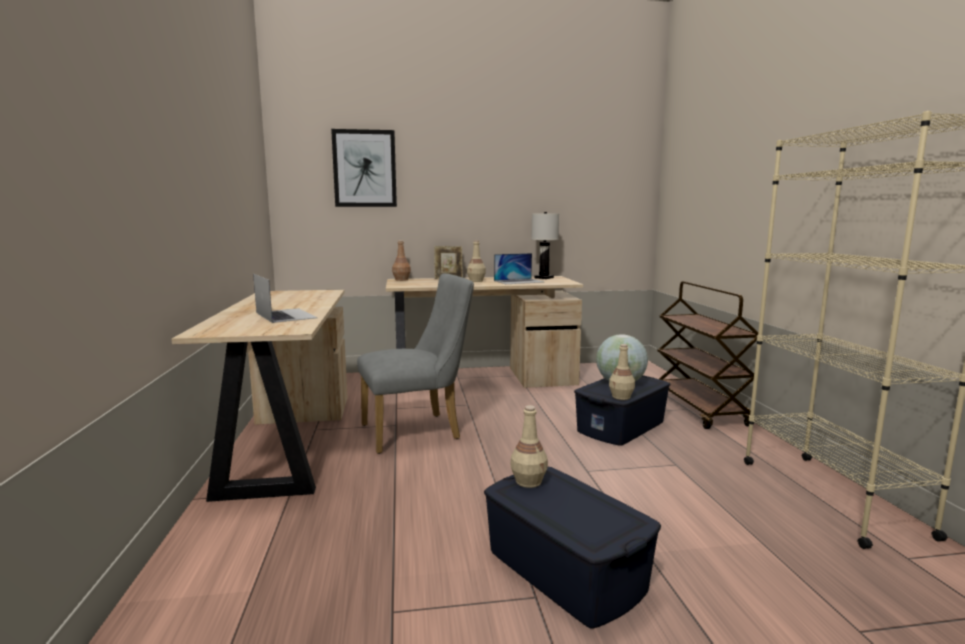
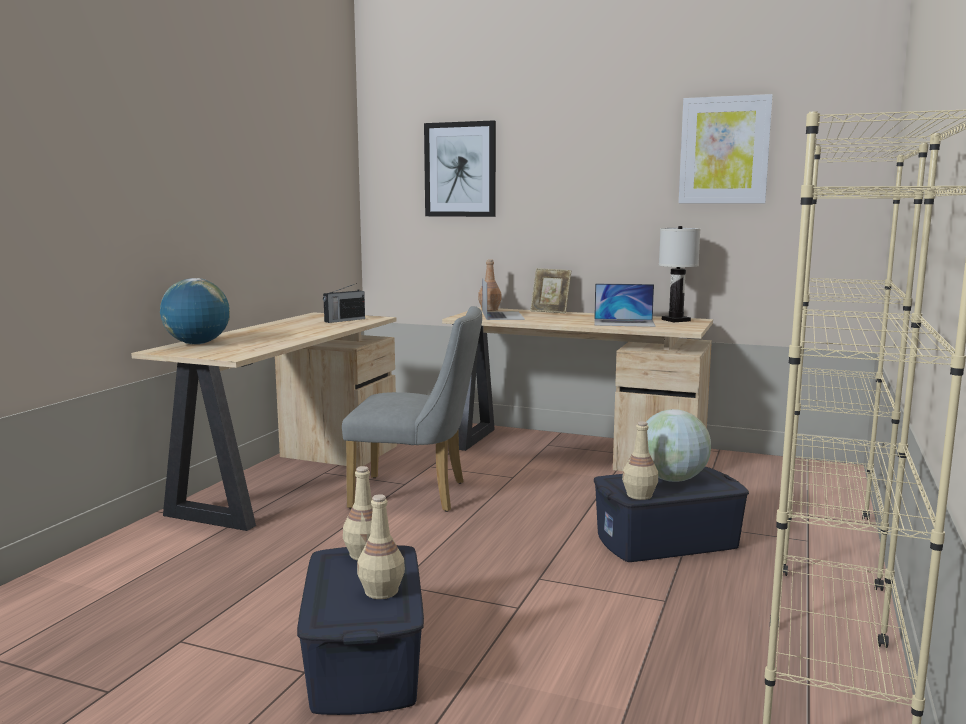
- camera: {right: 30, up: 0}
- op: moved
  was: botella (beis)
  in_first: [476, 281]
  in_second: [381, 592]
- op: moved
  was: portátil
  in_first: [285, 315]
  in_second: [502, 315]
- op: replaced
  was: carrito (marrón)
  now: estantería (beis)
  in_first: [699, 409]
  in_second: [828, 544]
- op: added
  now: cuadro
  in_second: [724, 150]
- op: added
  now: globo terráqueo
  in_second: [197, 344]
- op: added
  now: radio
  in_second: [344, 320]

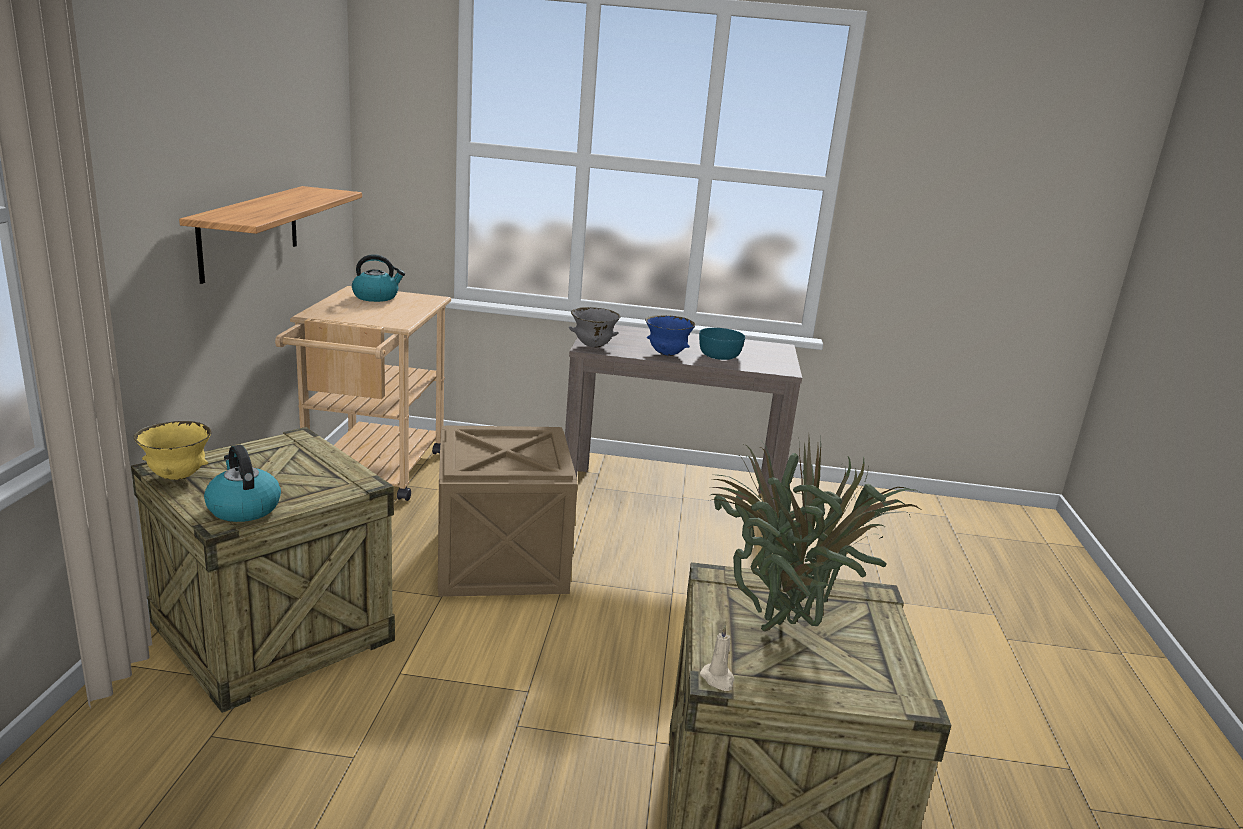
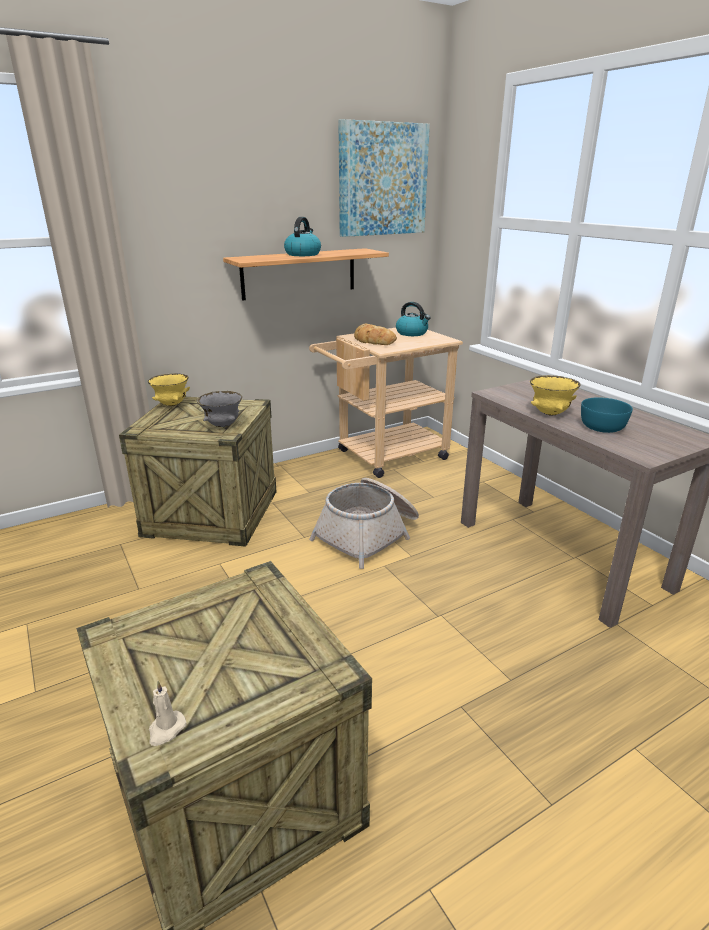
- camera: {right: 55, up: 5}
- op: moved
  was: cuenco (gris)
  in_first: [592, 346]
  in_second: [222, 425]
- op: recoloured
  was: cuenco (azul)
  now: cuenco (amarillo)
  in_first: [667, 354]
  in_second: [550, 413]
- op: replaced
  was: caja de embalaje
  now: cesta
  in_first: [501, 560]
  in_second: [369, 534]
- op: removed
  was: planta en maceta
  in_first: [790, 630]
- op: moved
  was: hervidor
  in_first: [243, 508]
  in_second: [303, 254]
- op: moved
  was: vela (beis)
  in_first: [718, 679]
  in_second: [166, 730]
- op: added
  now: cuadro
  in_second: [382, 180]
- op: added
  now: pan
  in_second: [373, 340]

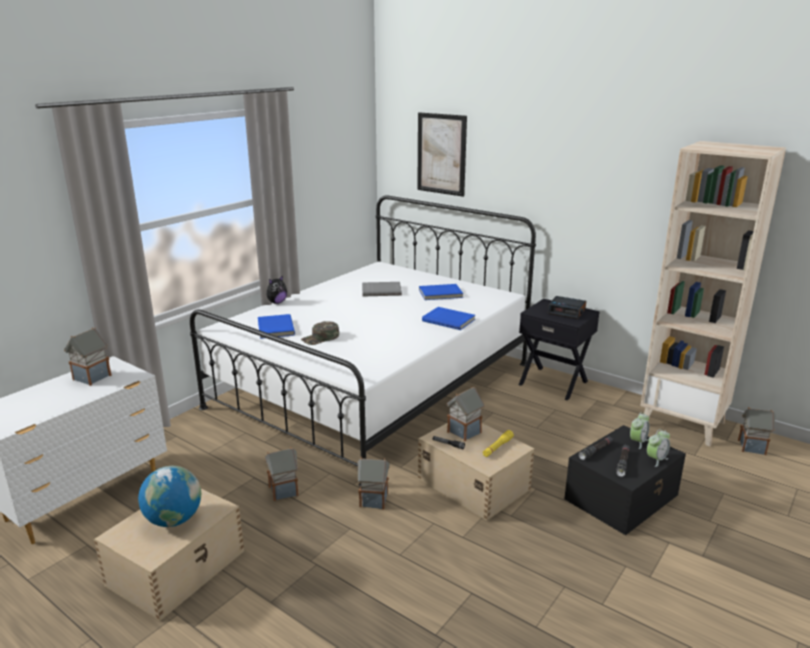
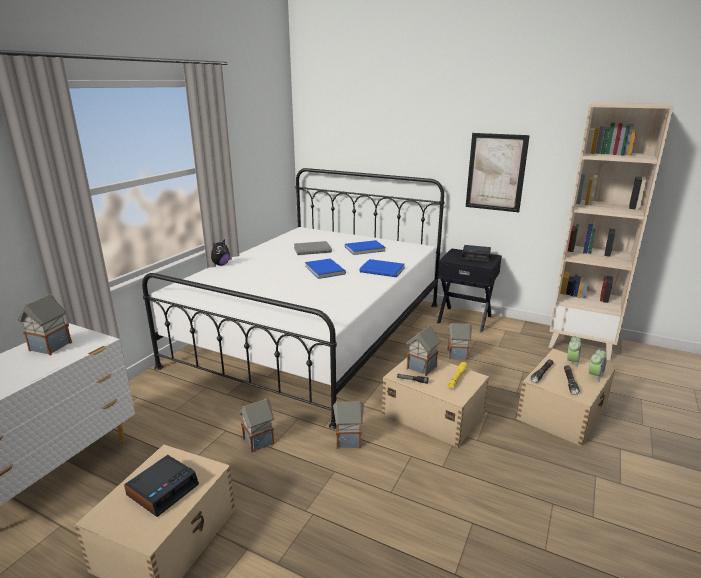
- camera: {right: -10, up: 0}
- op: moved
  was: cuadro
  in_first: [441, 154]
  in_second: [496, 172]
- op: moved
  was: libro (azul)
  in_first: [275, 328]
  in_second: [324, 270]
- op: removed
  was: gorra (verde)
  in_first: [320, 338]
- op: moved
  was: casita
  in_first: [752, 447]
  in_second: [457, 355]
- op: recoloured
  was: caja de almacenaje (negro)
  now: caja de almacenaje (beis)
  in_first: [622, 496]
  in_second: [563, 411]
- op: replaced
  was: globo terráqueo
  now: despertador
  in_first: [174, 520]
  in_second: [163, 489]

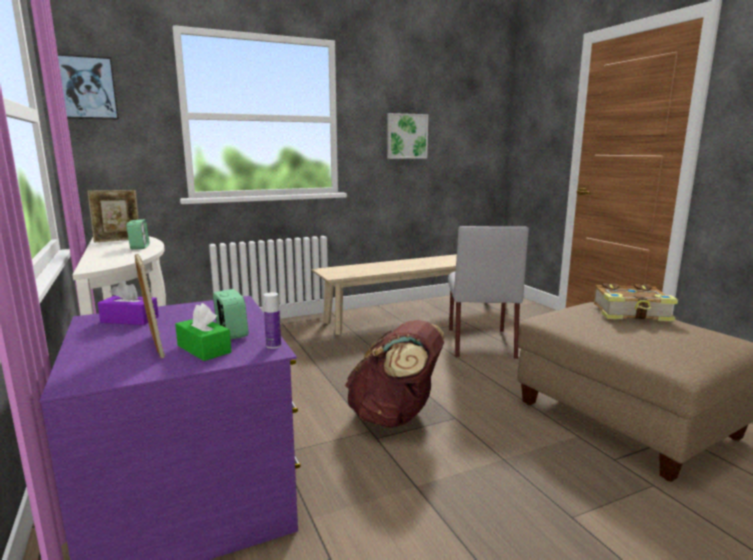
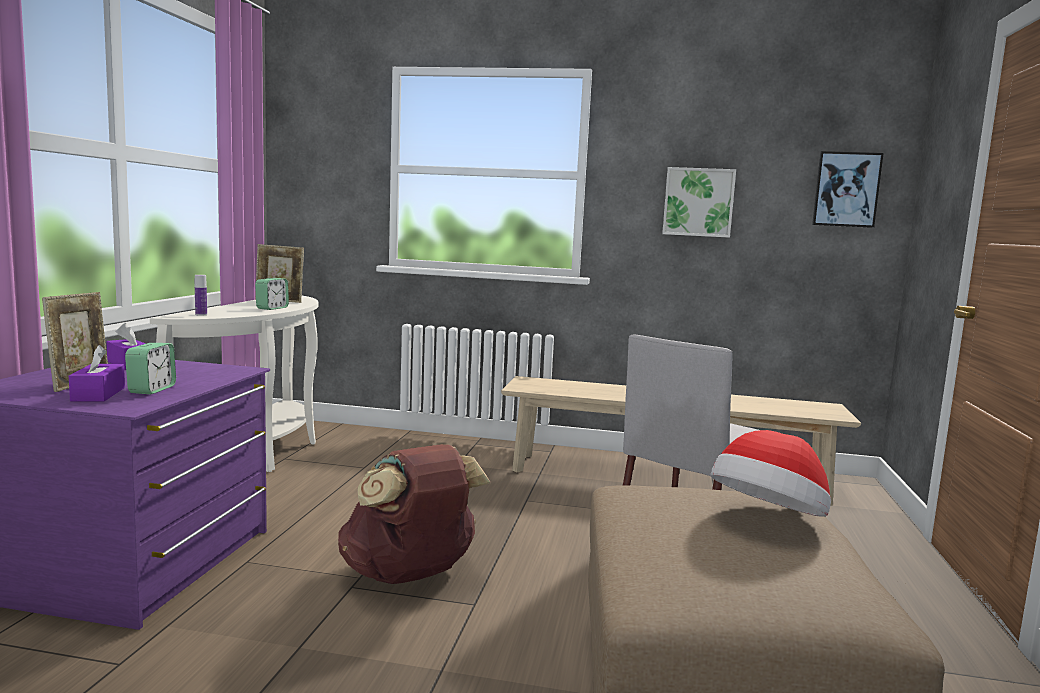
- camera: {right: 35, up: -5}
- op: moved
  was: cuadro
  in_first: [88, 88]
  in_second: [846, 189]
- op: replaced
  was: libro
  now: sombrero
  in_first: [632, 313]
  in_second: [768, 520]
- op: moved
  was: botella
  in_first: [273, 345]
  in_second: [201, 314]
- op: recoloured
  was: caja de pañuelos (verde)
  now: caja de pañuelos (morado)
  in_first: [204, 349]
  in_second: [98, 394]

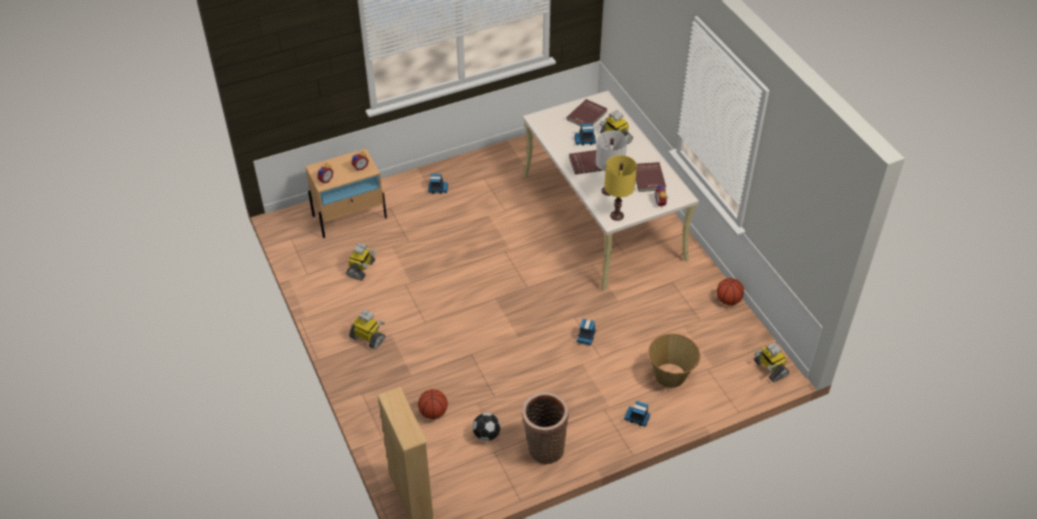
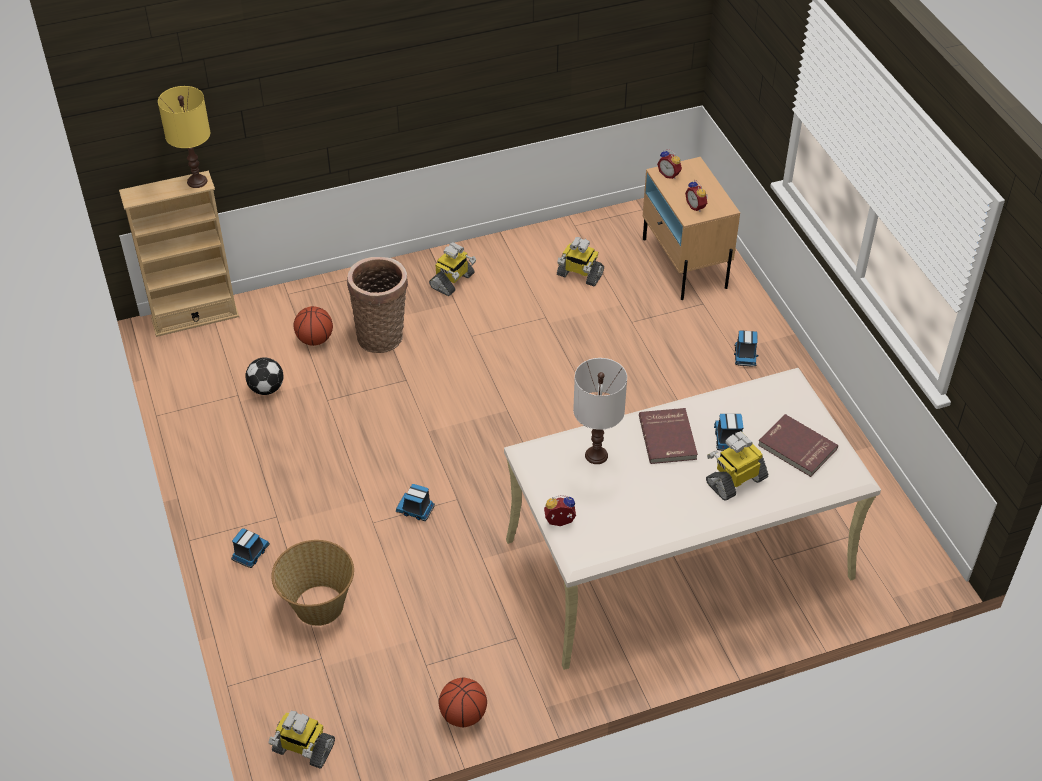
- camera: {right: 95, up: 0}
- op: moved
  was: lámpara de mesa (amarillo)
  in_first: [616, 215]
  in_second: [197, 181]
- op: removed
  was: libro (rojo)
  in_first: [649, 178]
- op: turned
  was: robot de juguete
  in_first: [769, 368]
  in_second: [303, 748]
  clockwise: -135
- op: moved
  was: cesta
  in_first: [544, 448]
  in_second: [382, 335]

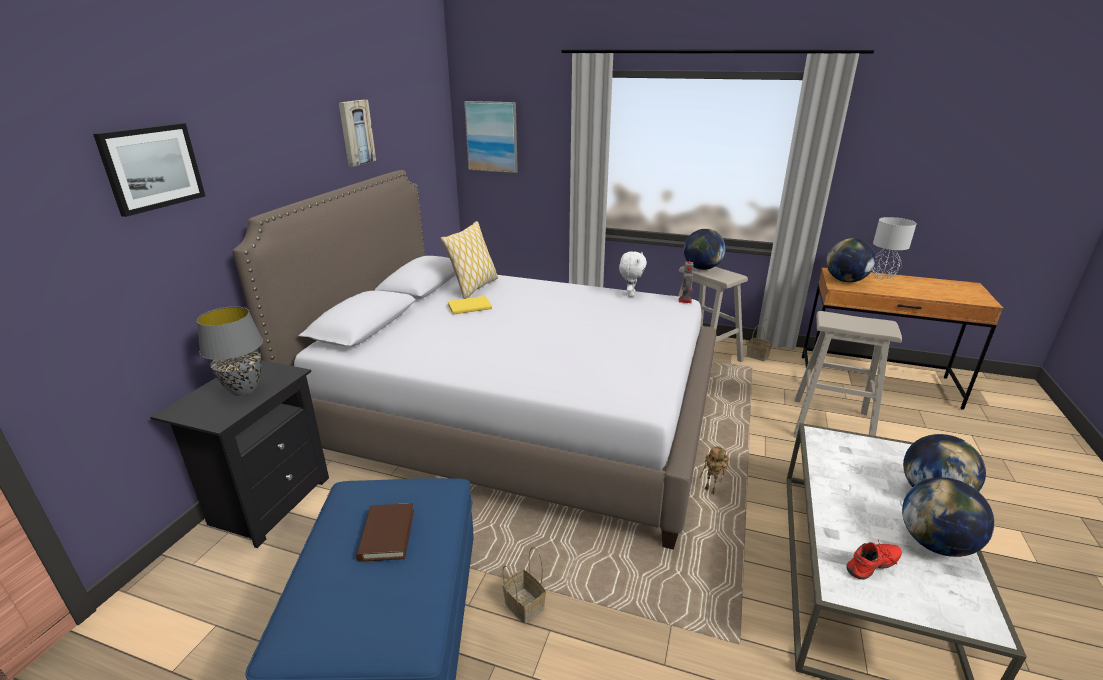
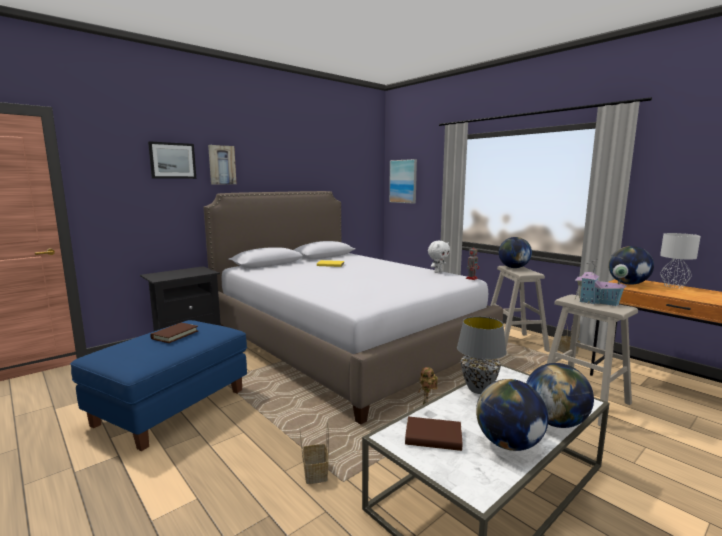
- camera: {right: 30, up: -15}
- op: moved
  was: cuadro
  in_first: [355, 132]
  in_second: [221, 165]
- op: removed
  was: cojín
  in_first: [473, 287]
- op: moved
  was: lámpara de mesa (gris)
  in_first: [244, 390]
  in_second: [479, 389]
- op: replaced
  was: zapato (rojo)
  now: libro (marrón)
  in_first: [873, 567]
  in_second: [433, 437]
- op: moved
  was: cesta
  in_first: [523, 605]
  in_second: [315, 472]
- op: added
  now: casita
  in_second: [597, 302]

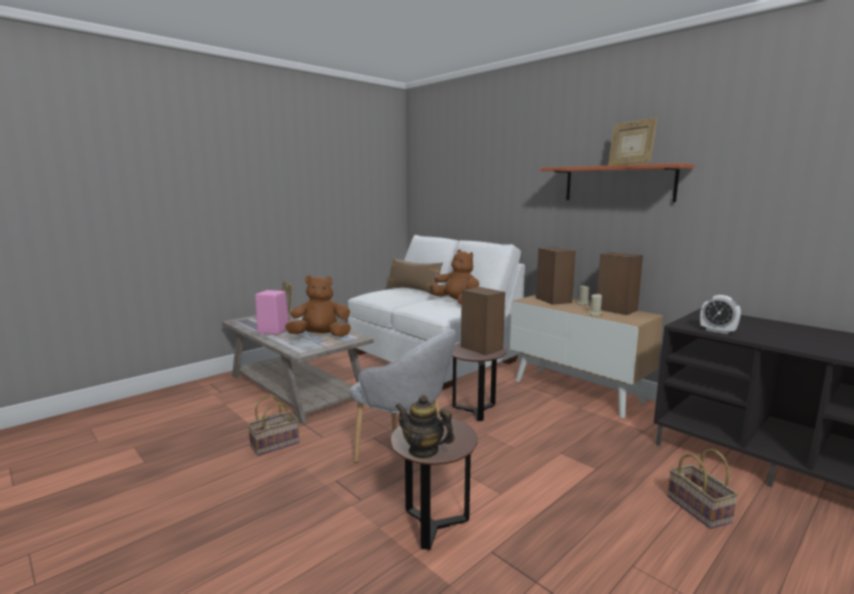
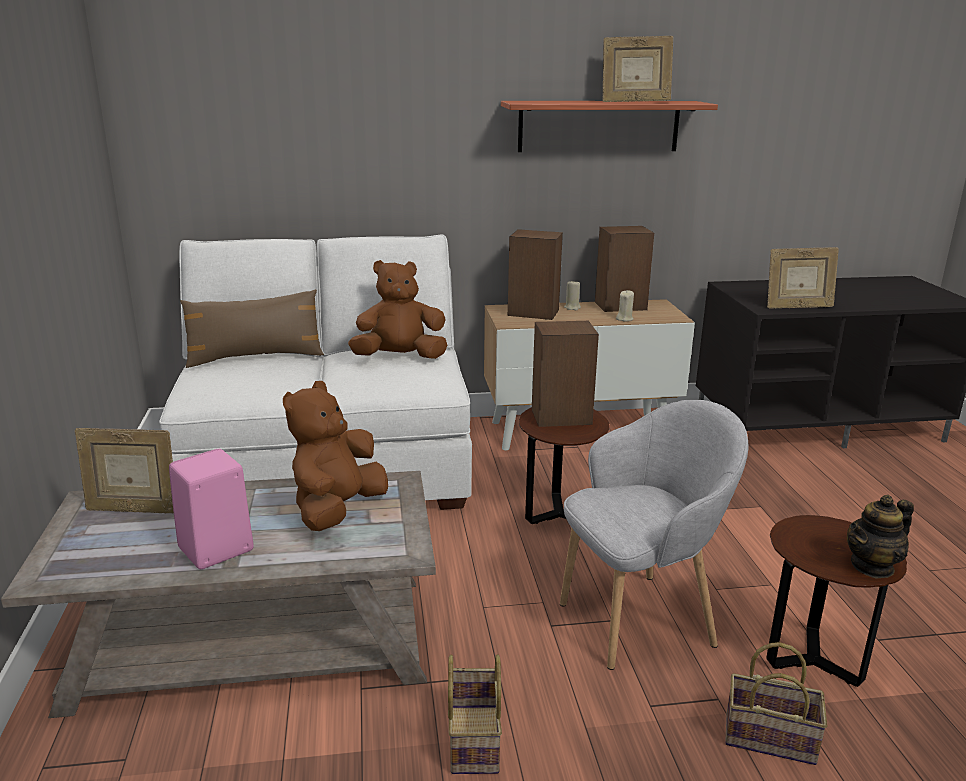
- camera: {right: -55, up: 10}
- op: replaced
  was: despertador
  now: portarretratos
  in_first: [717, 331]
  in_second: [797, 307]
- op: moved
  was: cesta
  in_first: [700, 510]
  in_second: [772, 737]

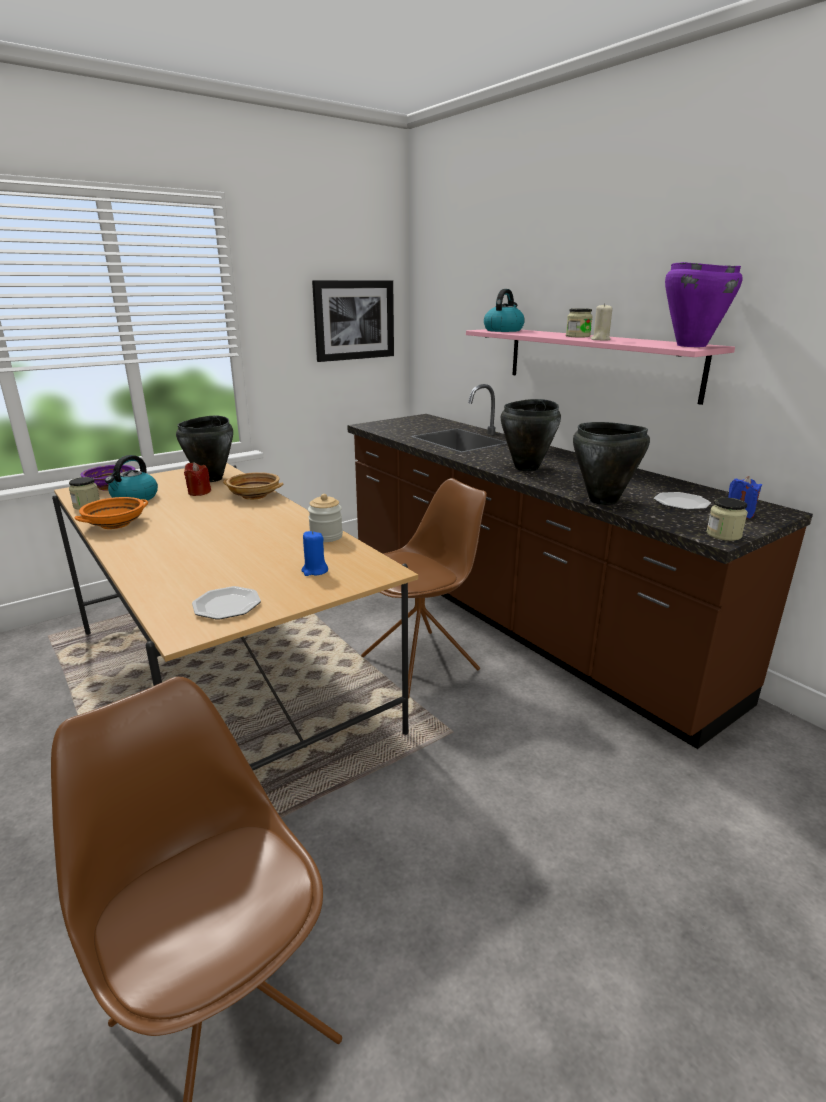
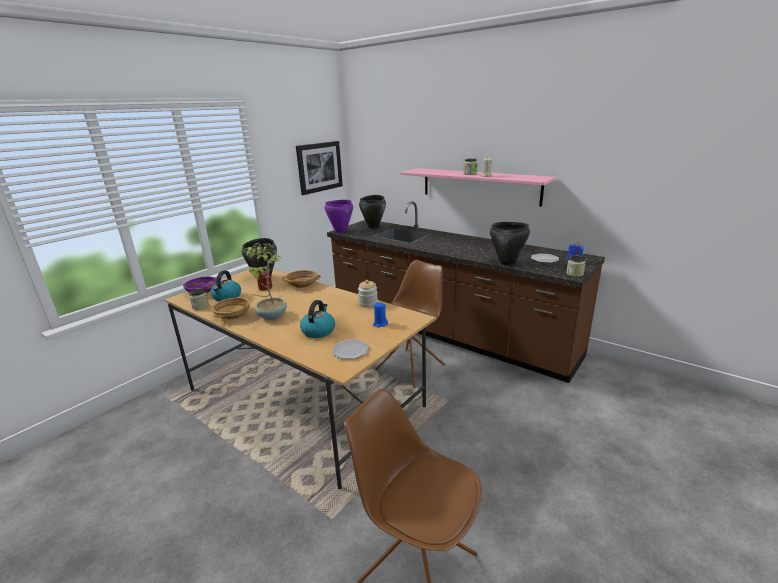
- camera: {right: -15, up: 0}
- op: moved
  was: olla (morado)
  in_first: [690, 345]
  in_second: [340, 231]
- op: moved
  was: hervidor
  in_first: [503, 330]
  in_second: [318, 331]
- op: moved
  was: olla (negro)
  in_first: [527, 468]
  in_second: [373, 226]
- op: recoloured
  was: cuenco (naranja)
  now: cuenco (beis)
  in_first: [115, 524]
  in_second: [233, 315]
- op: added
  now: planta en maceta
  in_second: [271, 316]

